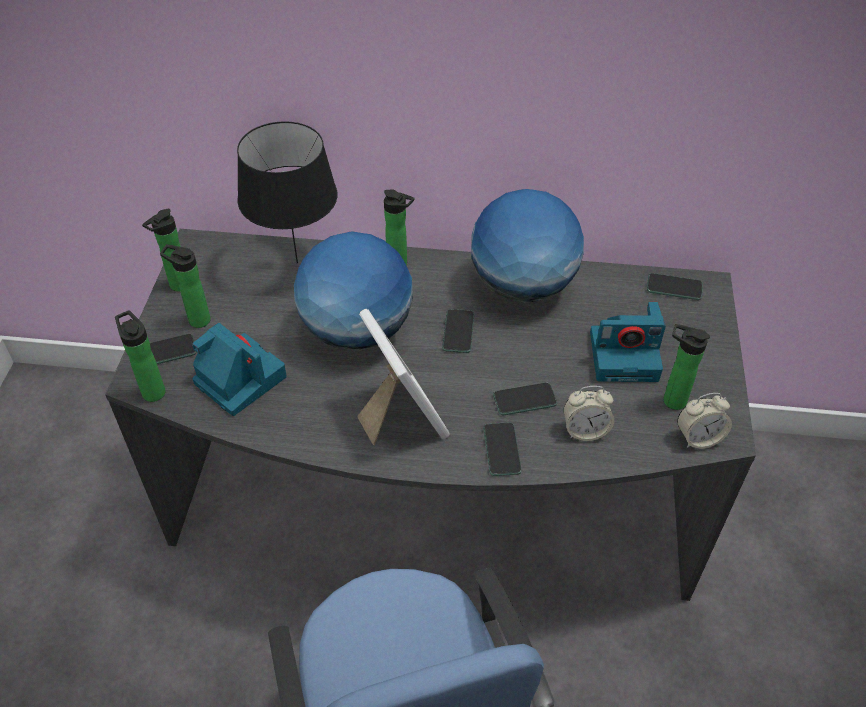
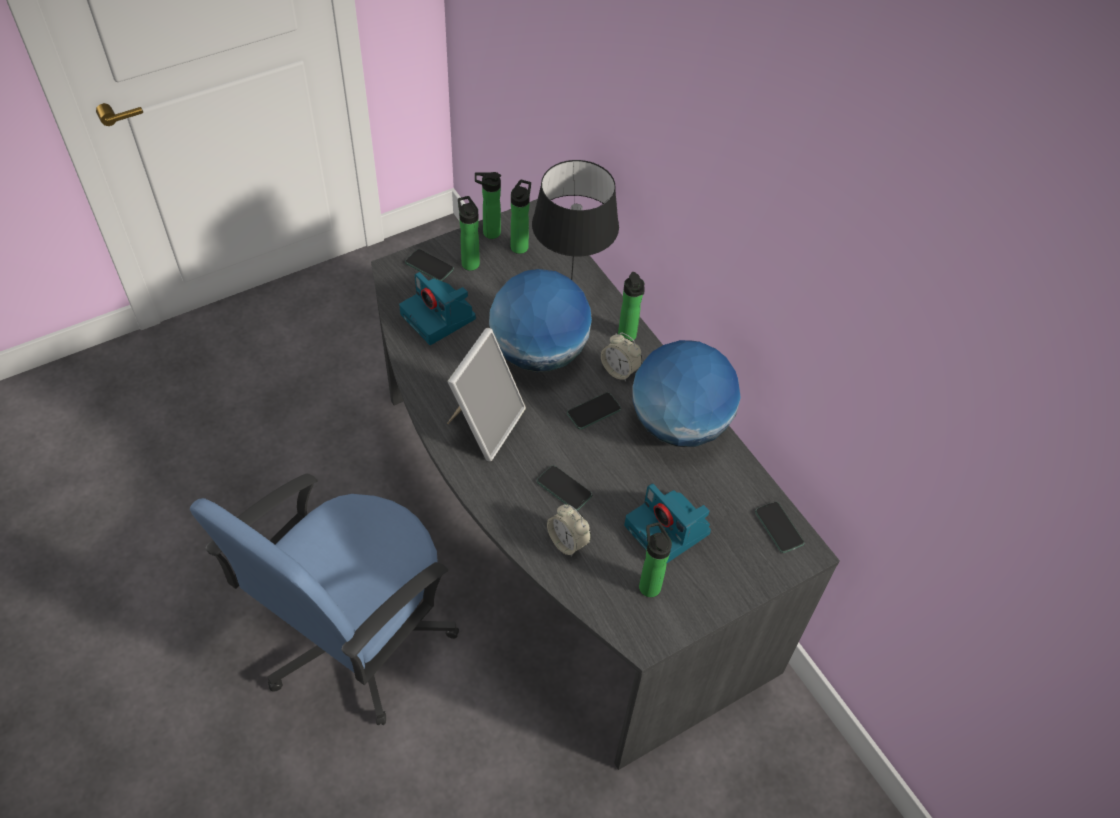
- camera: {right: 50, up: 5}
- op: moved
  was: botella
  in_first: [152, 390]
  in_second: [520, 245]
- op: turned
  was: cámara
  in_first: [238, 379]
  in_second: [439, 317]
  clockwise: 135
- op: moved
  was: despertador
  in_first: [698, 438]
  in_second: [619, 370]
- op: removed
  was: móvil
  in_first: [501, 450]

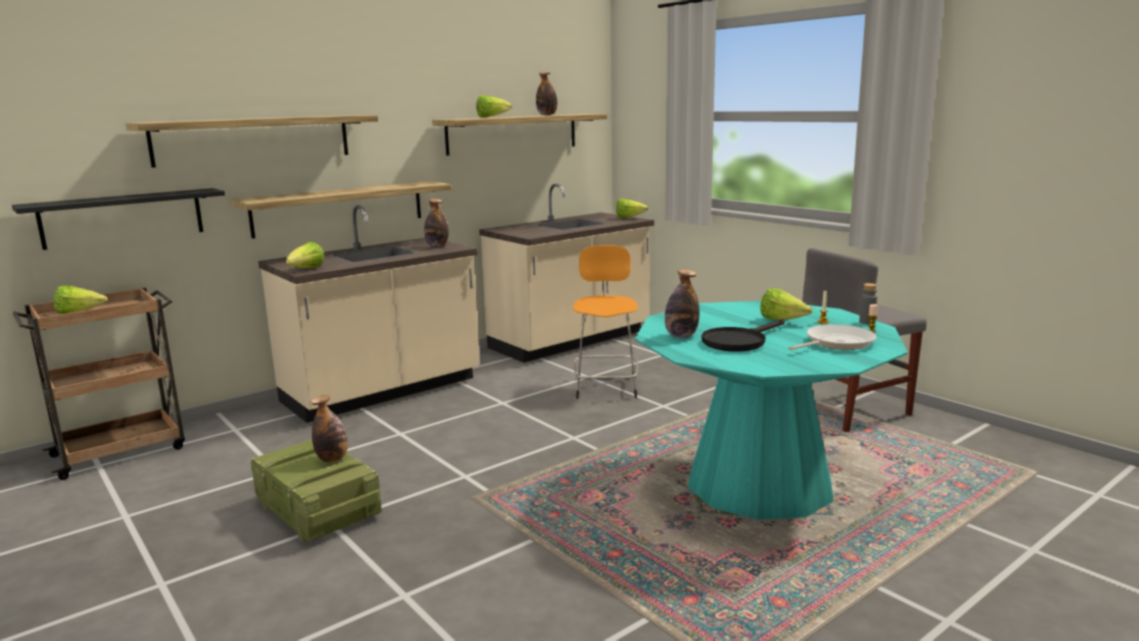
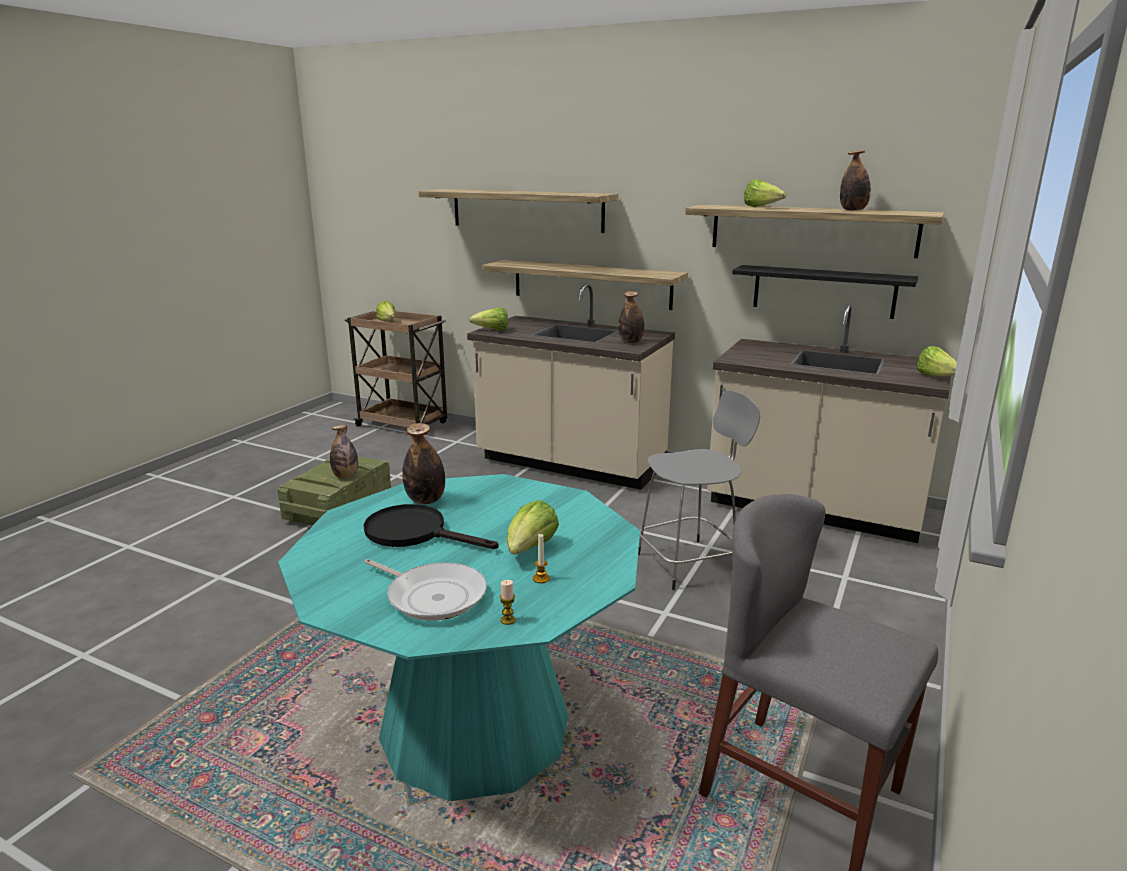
- camera: {right: 65, up: 5}
- op: moved
  was: estante (negro)
  in_first: [123, 218]
  in_second: [823, 291]
- op: recoloured
  was: taburete (naranja)
  now: taburete (gris)
  in_first: [606, 386]
  in_second: [690, 563]
- op: removed
  was: botella (gris)
  in_first: [867, 322]

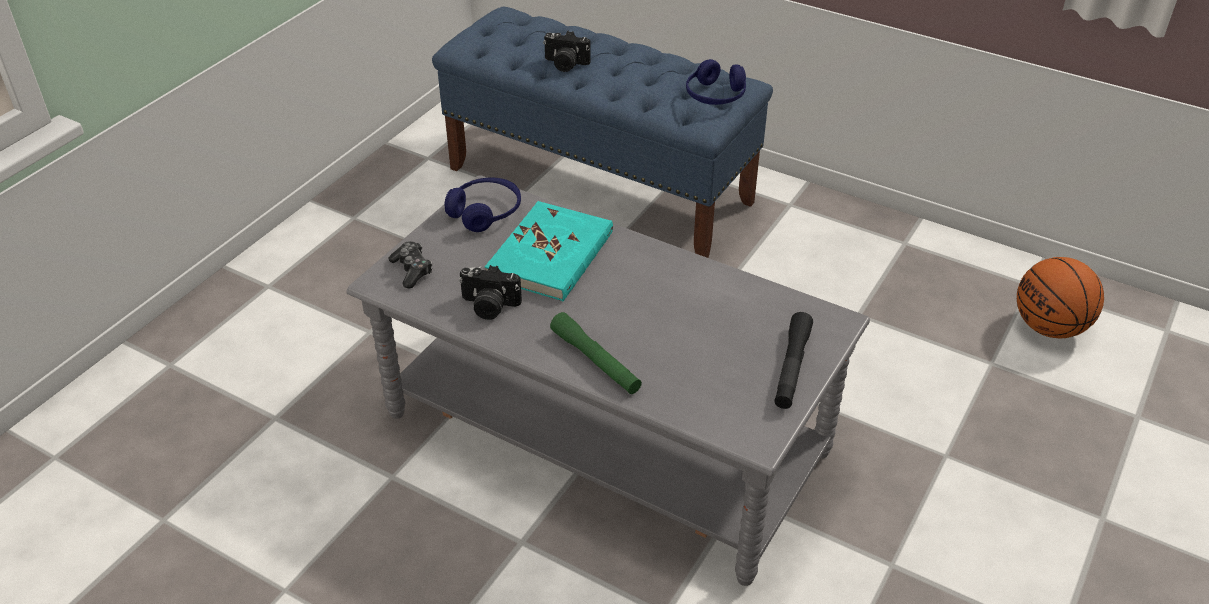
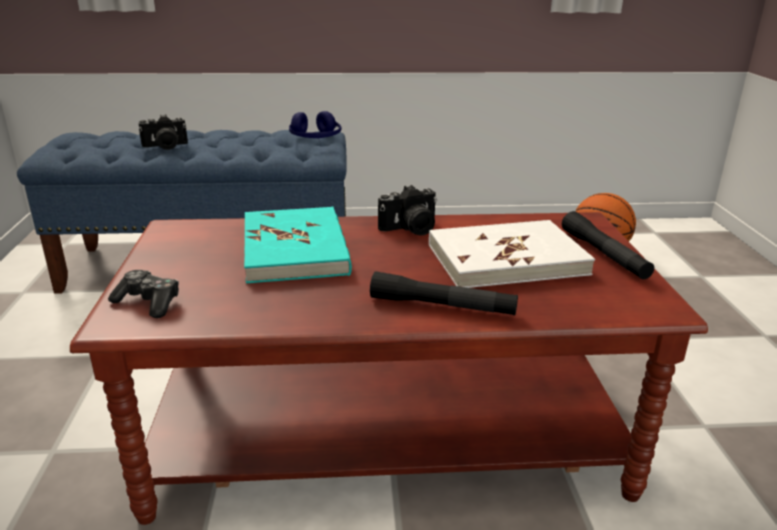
- camera: {right: -35, up: -15}
- op: recoloured
  was: mesa de centro (gris)
  now: mesa de centro (marrón)
  in_first: [605, 434]
  in_second: [388, 436]
- op: removed
  was: auriculares (azul)
  in_first: [485, 212]
- op: moved
  was: cámara
  in_first: [489, 306]
  in_second: [410, 229]
- op: recoloured
  was: linterna (verde)
  now: linterna (negro)
  in_first: [595, 361]
  in_second: [442, 306]
- op: added
  now: libro (blanco)
  in_second: [506, 259]

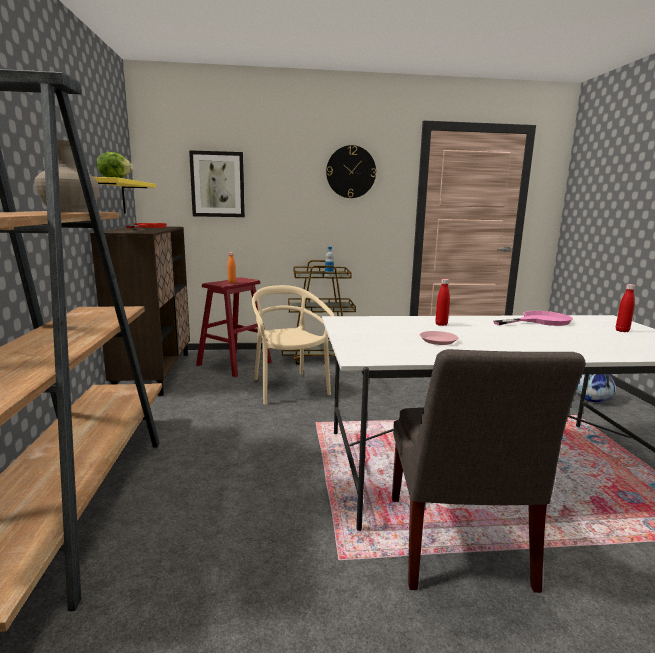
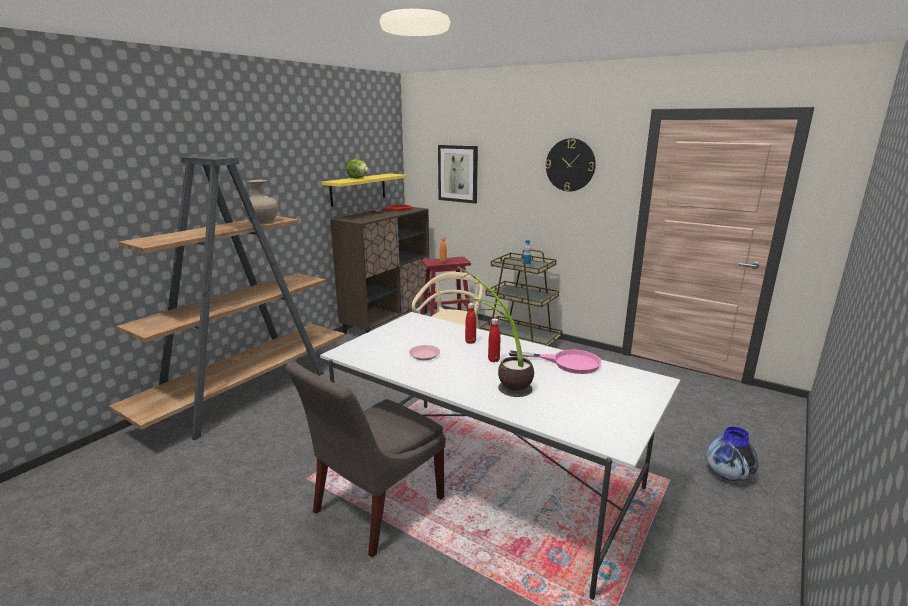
- camera: {right: 40, up: 5}
- op: moved
  was: botella (rojo)
  in_first: [622, 331]
  in_second: [493, 360]
- op: added
  now: planta en maceta
  in_second: [496, 383]

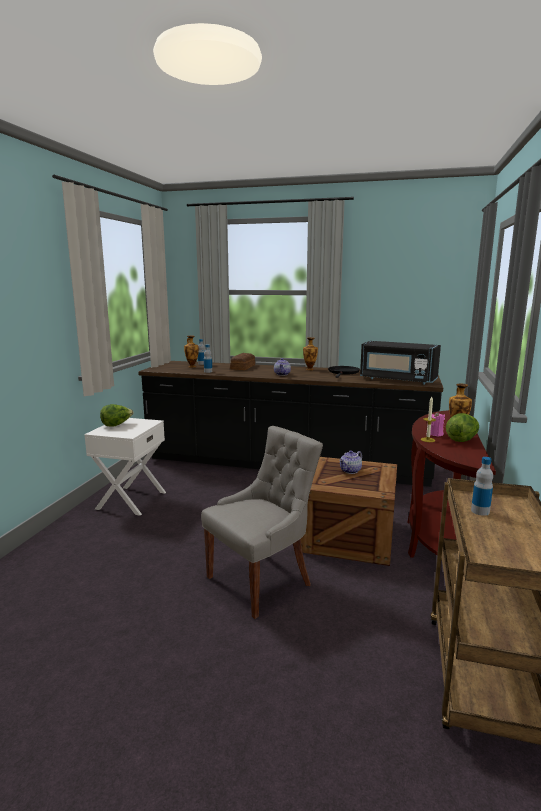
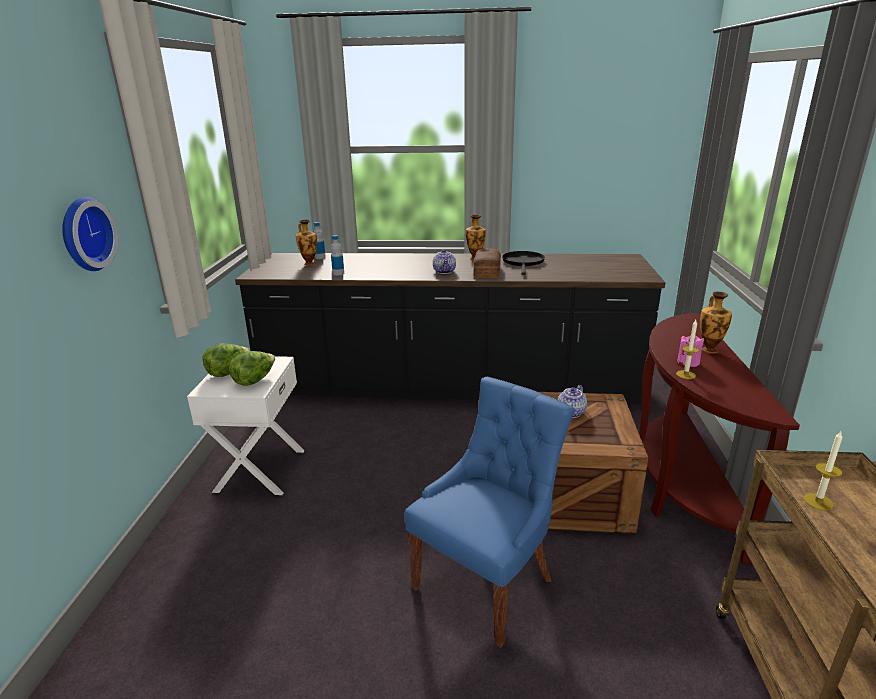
- camera: {right: -10, up: 10}
- op: removed
  was: microondas (negro)
  in_first: [397, 380]
- op: moved
  was: pan
  in_first: [242, 367]
  in_second: [486, 271]
- op: moved
  was: lechuga
  in_first: [462, 439]
  in_second: [254, 380]
- op: recoloured
  was: silla (gris)
  now: silla (azul)
  in_first: [262, 581]
  in_second: [487, 582]
- op: replaced
  was: botella
  now: vela
  in_first: [480, 511]
  in_second: [818, 501]
- op: added
  now: reloj de pared
  in_second: [84, 234]

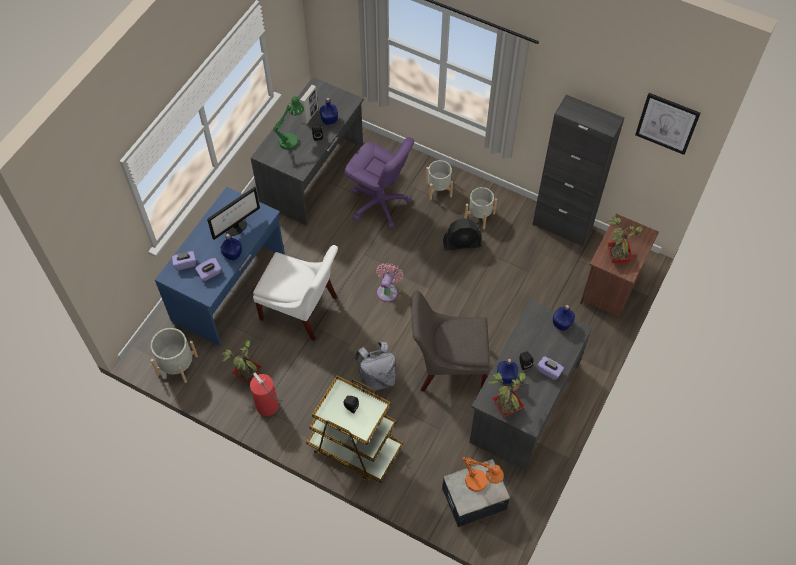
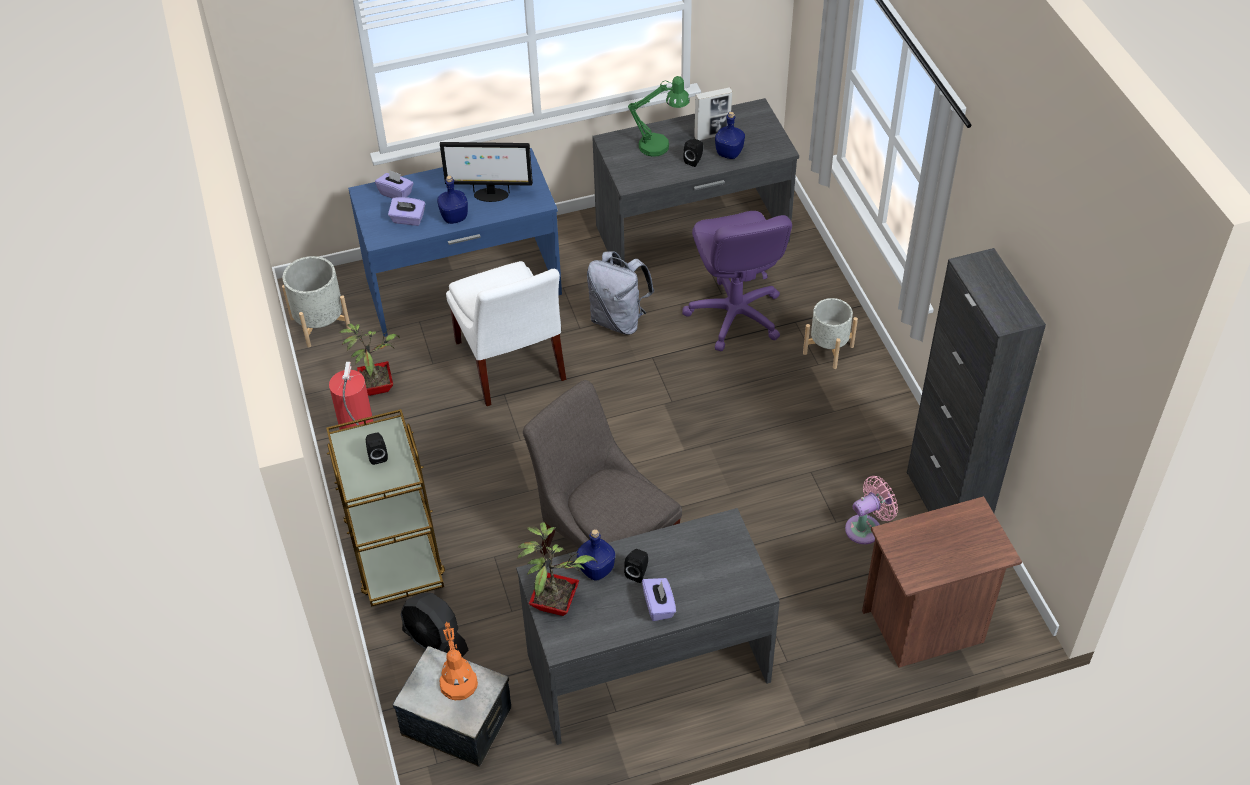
- camera: {right: 45, up: -10}
- op: removed
  was: cuadro
  in_first: [667, 123]
- op: removed
  was: maceta (gris)
  in_first: [479, 216]
- op: removed
  was: planta en maceta
  in_first: [617, 256]
- op: moved
  was: ventilador (negro)
  in_first: [462, 244]
  in_second: [435, 641]
- op: moved
  was: ventilador (rosa)
  in_first: [388, 290]
  in_second: [866, 528]
- op: removed
  was: botella (azul)
  in_first: [561, 324]
- op: moved
  was: mochila (gris)
  in_first: [377, 378]
  in_second: [619, 320]

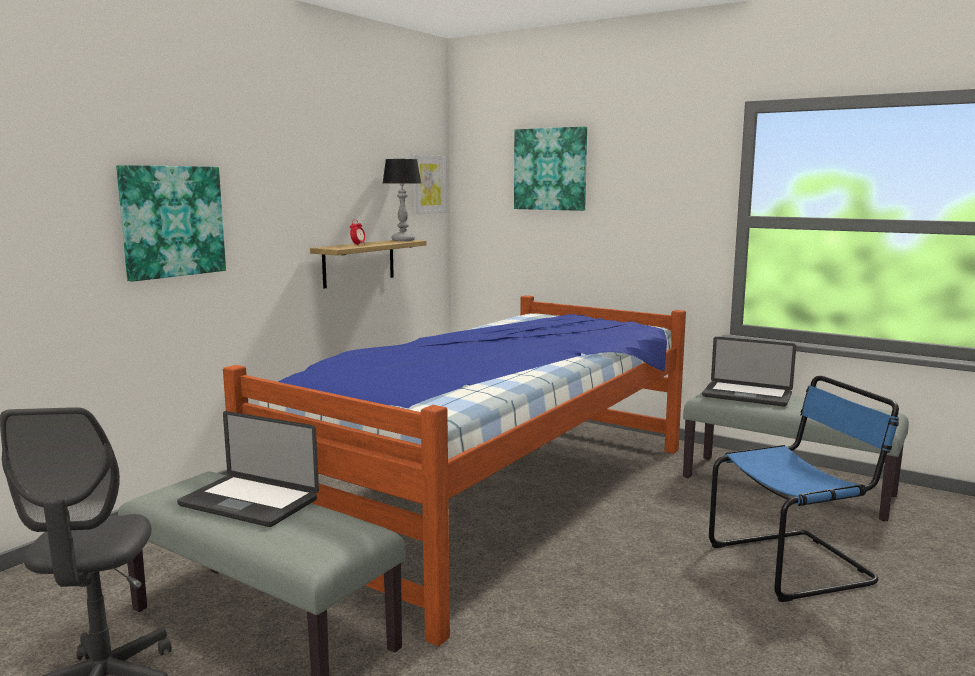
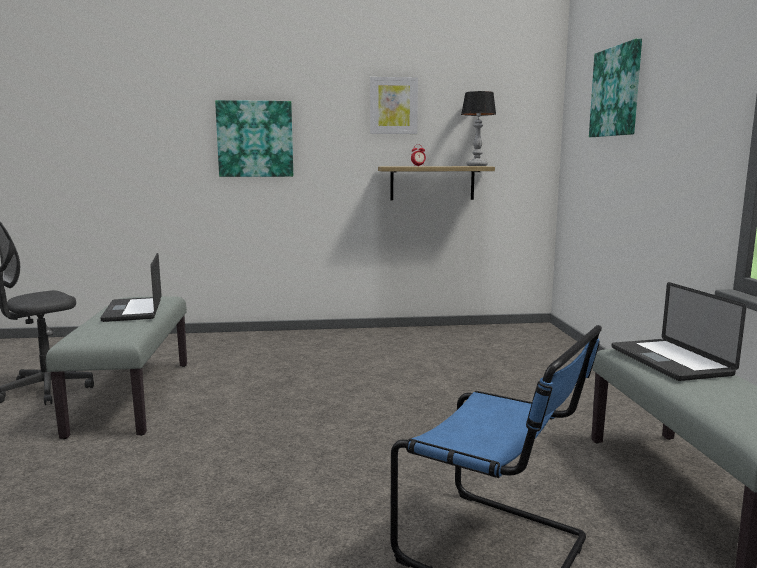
- camera: {right: 50, up: 0}
- op: moved
  was: cuadro
  in_first: [427, 184]
  in_second: [393, 106]
- op: removed
  was: cama
  in_first: [492, 496]

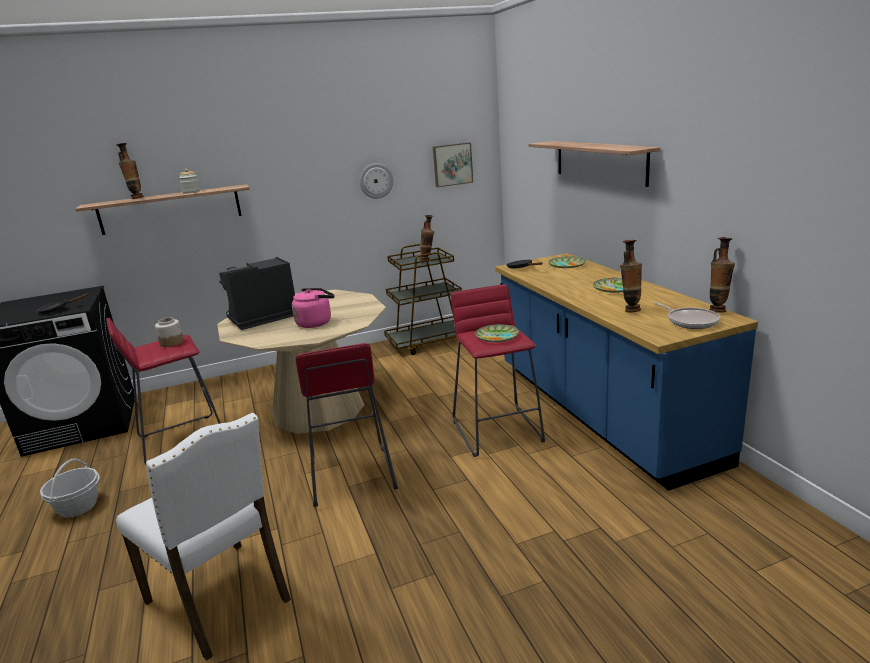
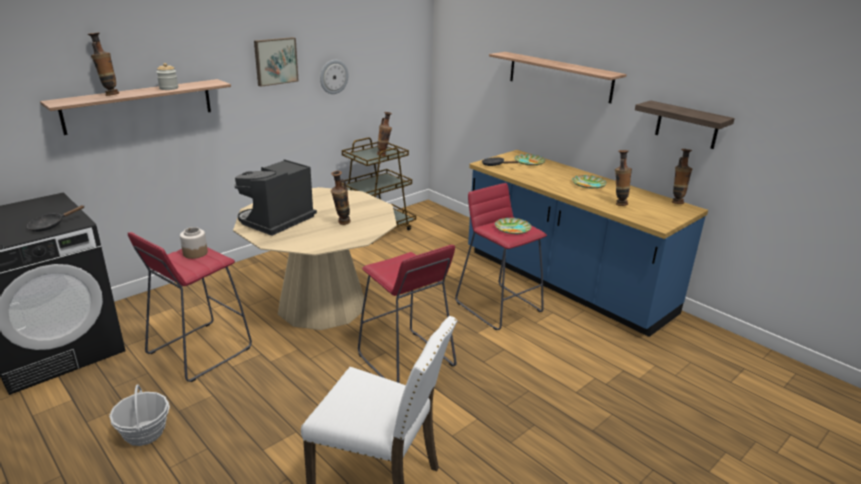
- camera: {right: -25, up: 5}
- op: moved
  was: cuadro
  in_first: [452, 164]
  in_second: [275, 61]
- op: replaced
  was: hervidor (rosa)
  now: florero
  in_first: [316, 322]
  in_second: [341, 224]
- op: removed
  was: sartén
  in_first: [690, 321]
- op: added
  now: estante
  in_second: [687, 125]

